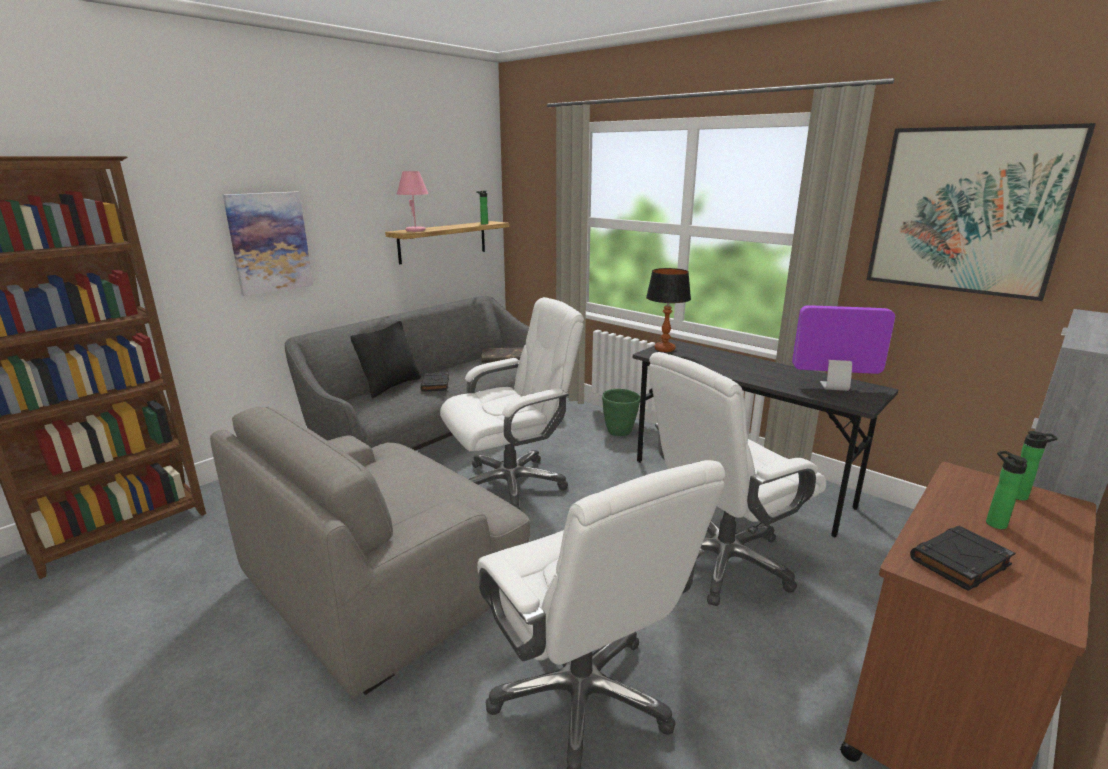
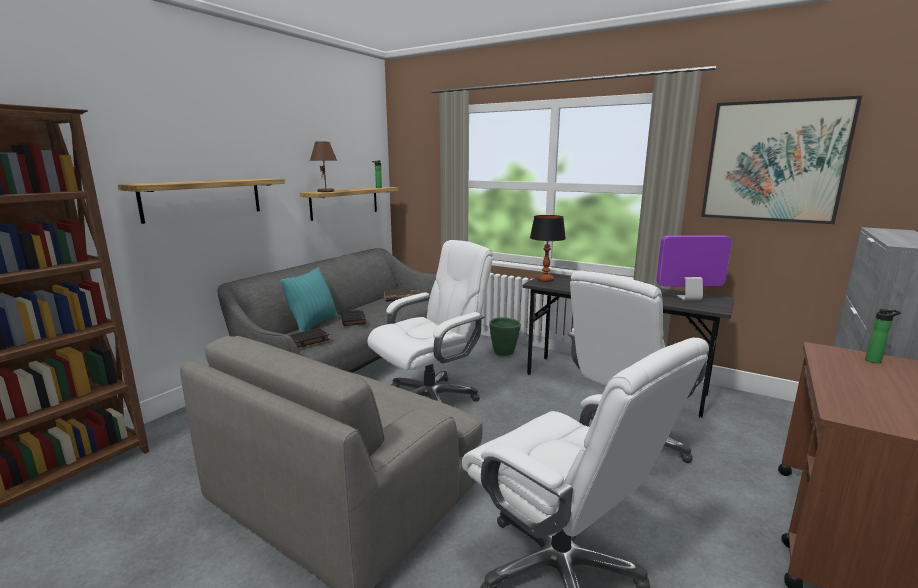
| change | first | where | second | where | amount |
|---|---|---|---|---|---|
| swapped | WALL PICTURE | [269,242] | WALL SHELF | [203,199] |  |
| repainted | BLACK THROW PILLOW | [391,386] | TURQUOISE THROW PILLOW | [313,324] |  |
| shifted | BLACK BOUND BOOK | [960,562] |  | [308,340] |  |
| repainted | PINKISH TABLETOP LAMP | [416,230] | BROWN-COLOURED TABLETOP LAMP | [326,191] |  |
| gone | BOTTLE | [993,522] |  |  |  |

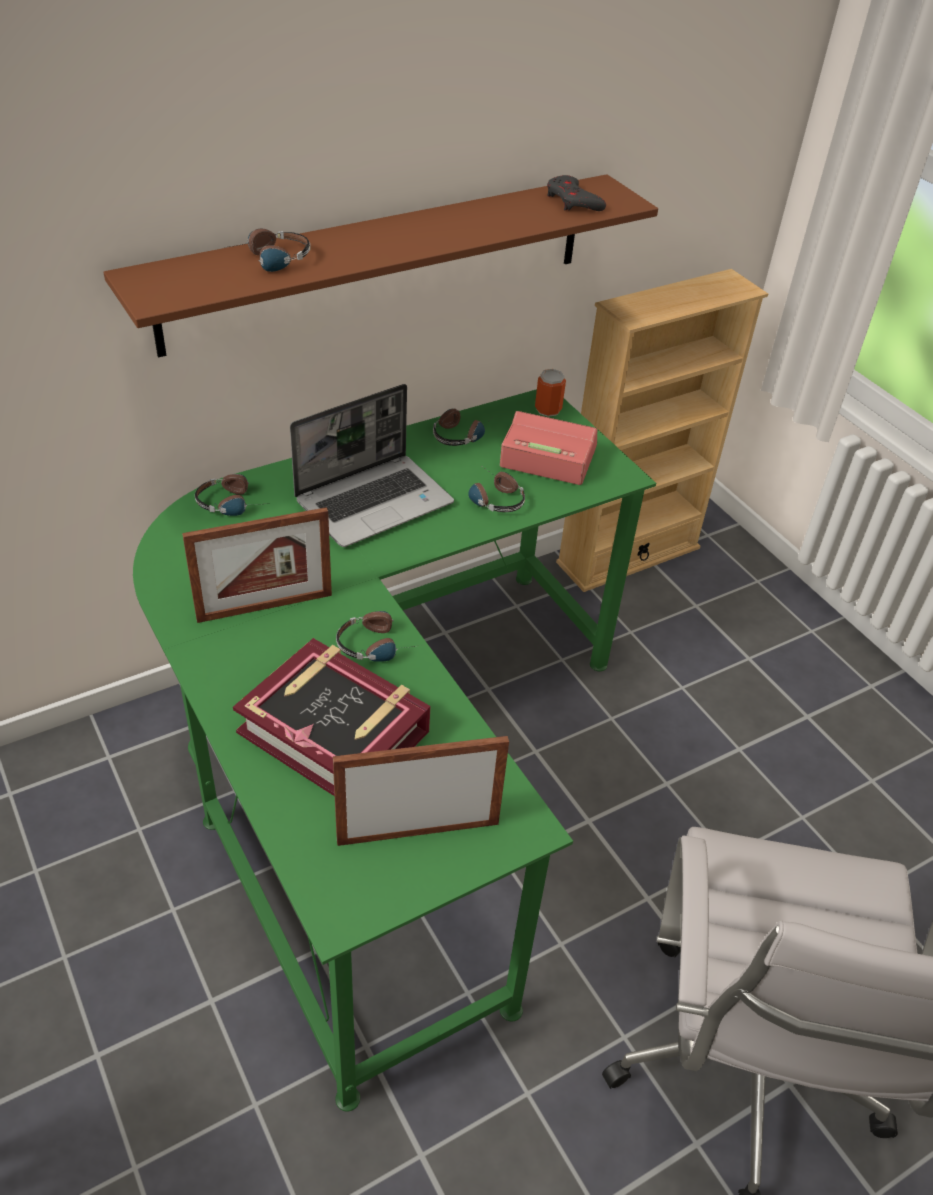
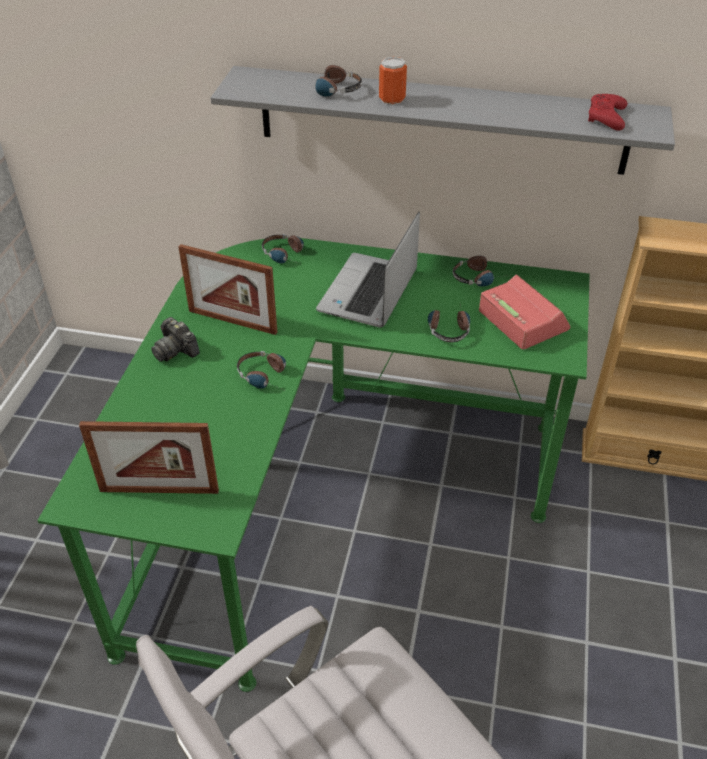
| change | first | where | second | where | amount |
|---|---|---|---|---|---|
| rotated | PICTURE FRAME | [418,832] |  | [159,490] | 150 degrees clockwise |
| new |  |  | PHOTO CAMERA | [175,350] |  |
| repainted | BROWN-COLOURED WALL SHELF | [380,262] | GREYISH WALL SHELF | [441,120] |  |
| rotated | LAPTOP | [375,501] |  | [369,293] | 105 degrees clockwise |
| shifted | SEALED CAN | [548,410] |  | [392,99] |  |
| repainted | GREYISH GAME CONTROLLER | [573,201] | REDDISH GAME CONTROLLER | [606,117] |  |
| gone | BOUND BOOK | [335,731] |  |  |  |

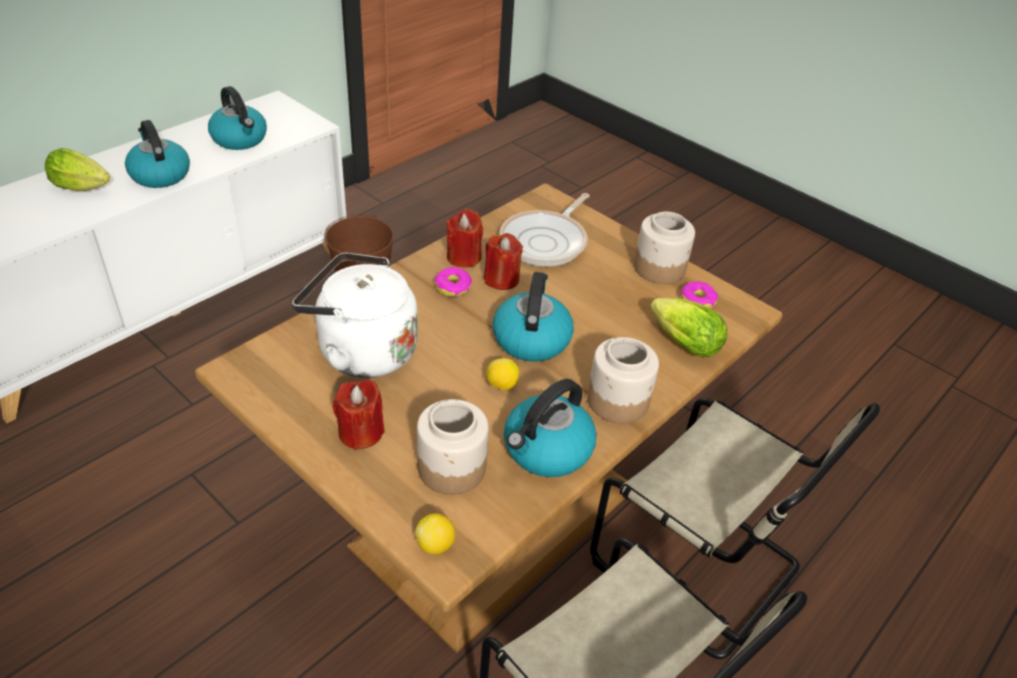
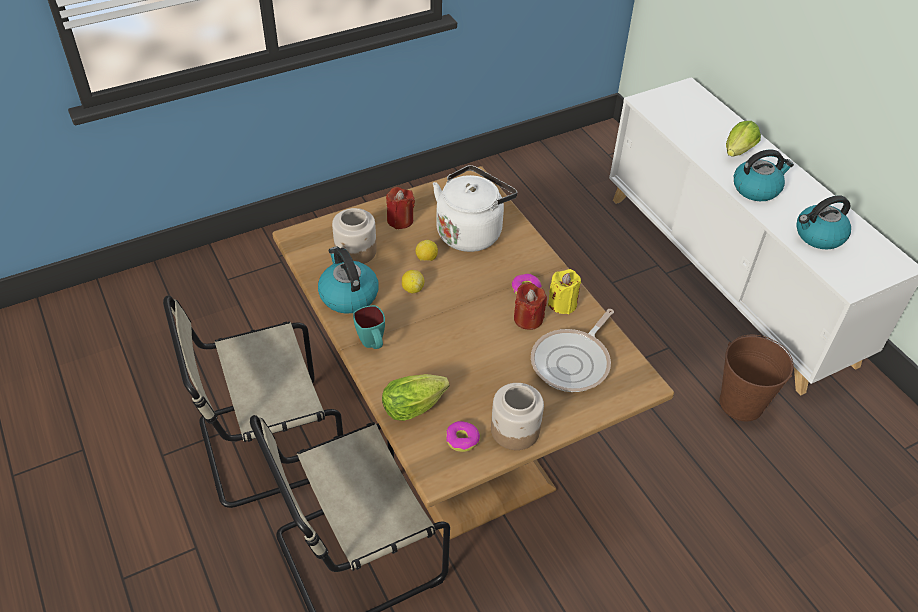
| change | first | where | second | where | amount |
|---|---|---|---|---|---|
| swapped | PRESERVE JAR | [618,401] | TURQUOISE TEA MUG | [372,345] |  |
| shifted | CITRUS FRUIT | [435,545] |  | [426,259] |  |
| rotated | SKILLET | [546,241] |  | [573,362] | 105 degrees counterclockwise |
| repainted | REDDISH CANDLE | [464,257] | YELLOW CANDLE | [562,304] |  |
| gone | WATER KETTLE | [531,338] |  |  |  |

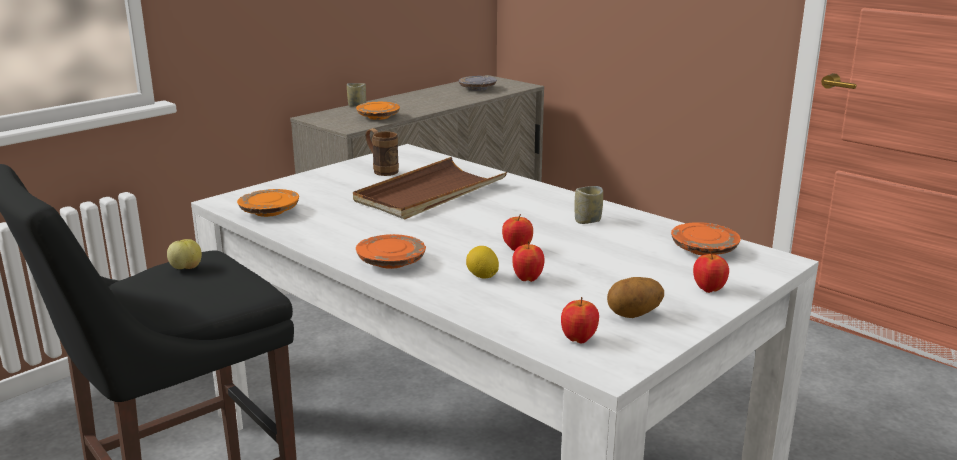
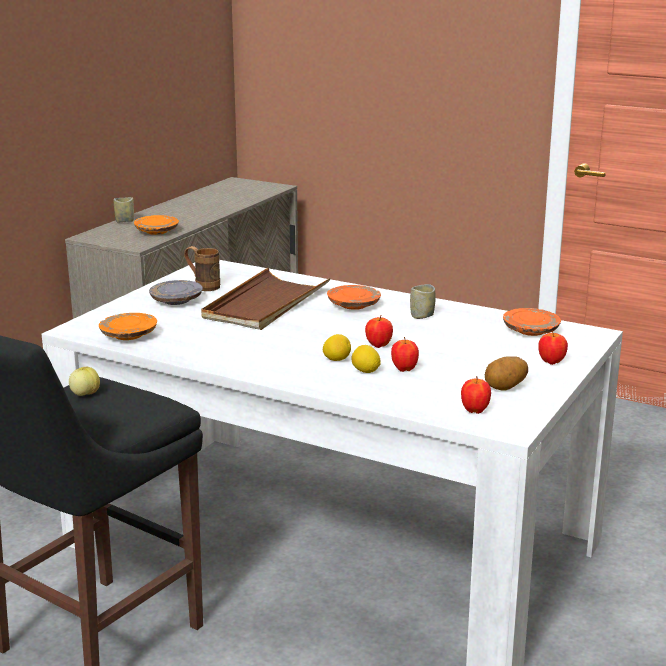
| change | first | where | second | where | amount |
|---|---|---|---|---|---|
| shifted | GREYISH FLAT DISH | [477,89] |  | [176,301] |  |
| new |  |  | CITRUS FRUIT | [337,360] |  |
| shifted | ORANGEY FLAT DISH | [391,262] |  | [353,305] |  |

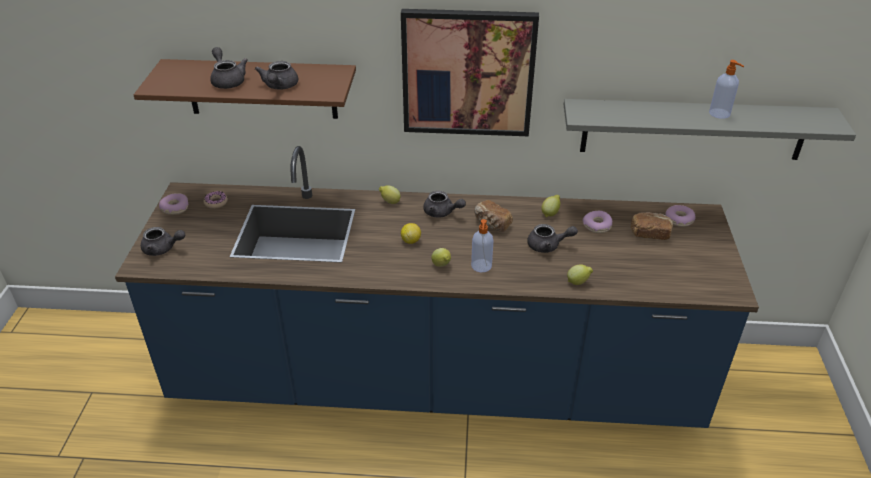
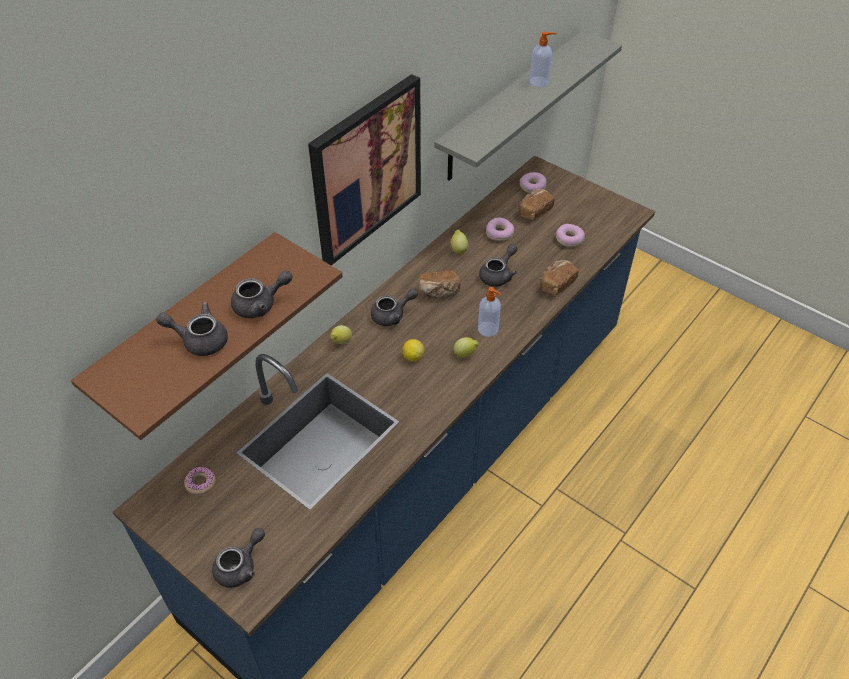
| change | first | where | second | where | amount |
|---|---|---|---|---|---|
| rotated | GREYISH POT FOR TEA | [279,86] |  | [261,304] | 60 degrees counterclockwise |
| swapped | CITRUS FRUIT | [578,282] | BAKERY BREAD | [556,284] |  |
| shifted | RING DOUGHNUT | [175,208] |  | [569,239] |  |

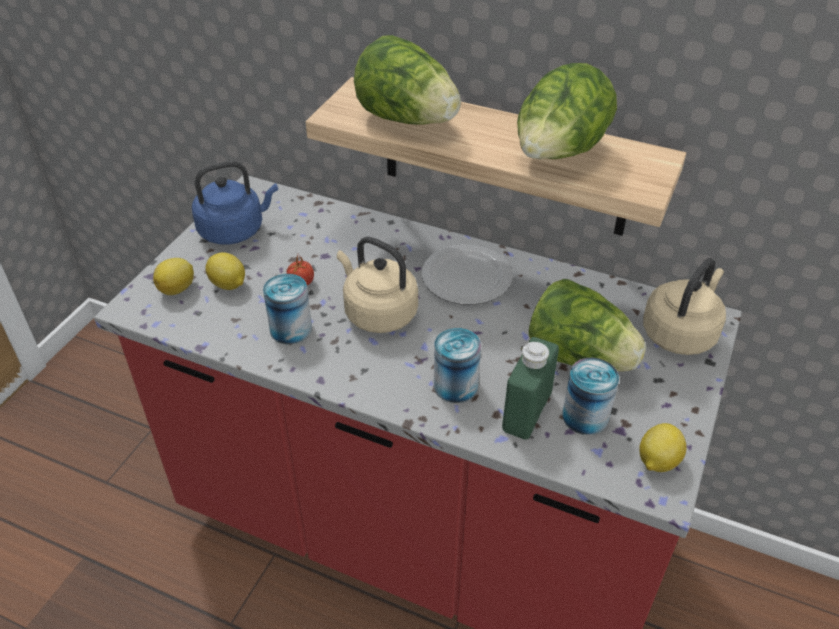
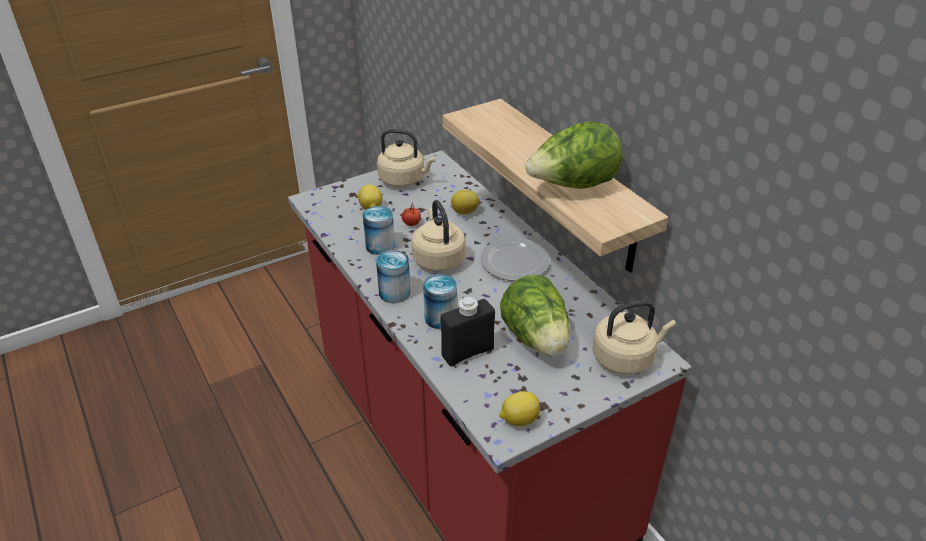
| change | first | where | second | where | amount |
|---|---|---|---|---|---|
| shifted | SEALED CAN | [585,416] |  | [394,293] |  |
| repainted | BLUISH WATER KETTLE | [235,230] | BEIGE-COLOURED WATER KETTLE | [404,180] |  |
| repainted | GREEN BOTTLE | [526,412] | BLACK BOTTLE | [467,352] |  |
| shifted | CITRUS FRUIT | [178,288] |  | [465,212] |  |
| gone | LETTUCE | [407,119] |  |  |  |

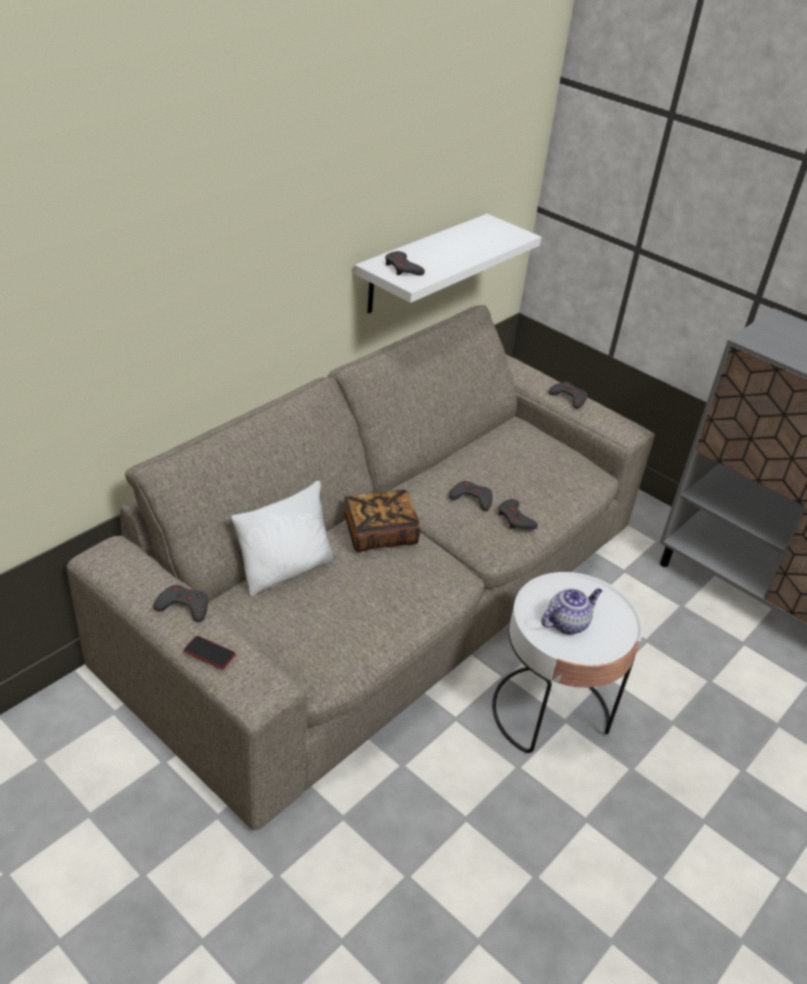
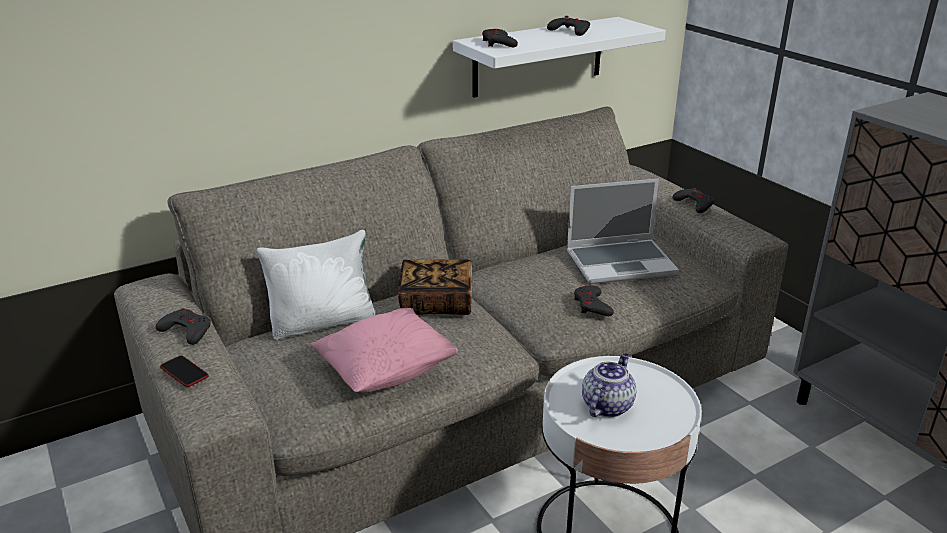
| change | first | where | second | where | amount |
|---|---|---|---|---|---|
| new |  |  | PINKISH THROW PILLOW | [387,372] |  |
| shifted | GREYISH GAME CONTROLLER | [471,498] |  | [570,31] |  |
| new |  |  | LAPTOP | [621,262] |  |
| rotated | POT FOR TEA | [567,623] |  | [607,405] | 45 degrees counterclockwise |

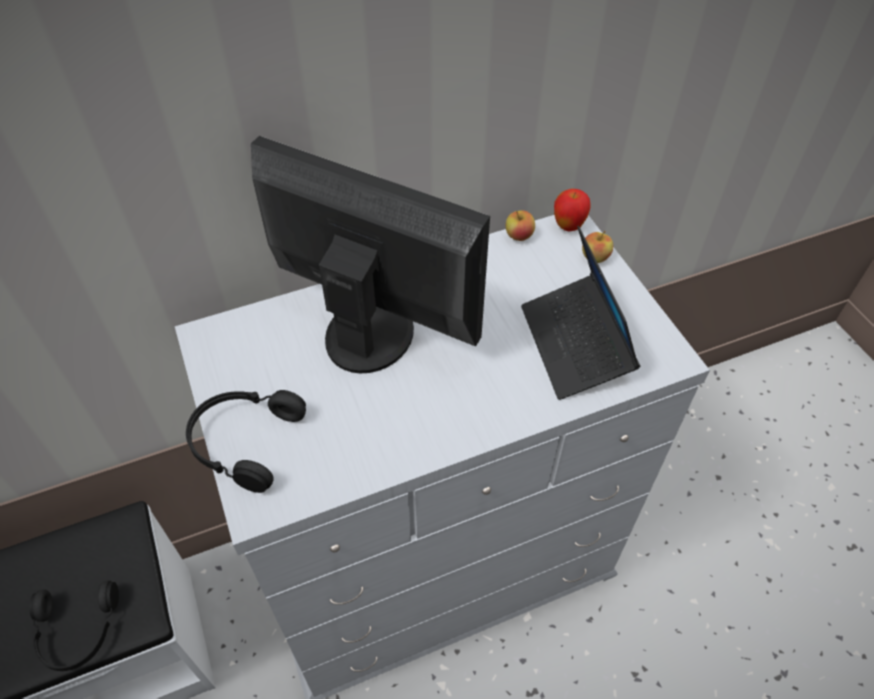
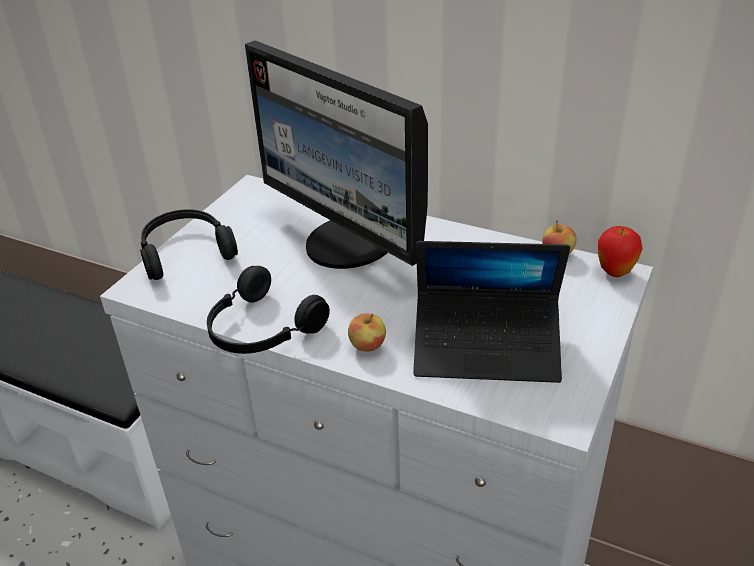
| change | first | where | second | where | amount |
|---|---|---|---|---|---|
| shifted | BLACK HEADPHONES | [77,631] |  | [261,330] |  |
| rotated | MONITOR | [370,331] |  | [349,244] | 150 degrees clockwise |
| shifted | APPLE FRUIT | [595,257] |  | [367,346] |  |
| rotated | LAPTOP | [575,344] |  | [486,348] | 120 degrees counterclockwise |

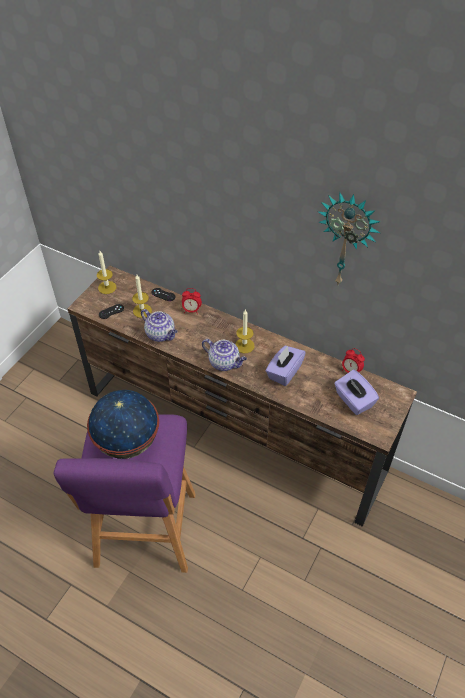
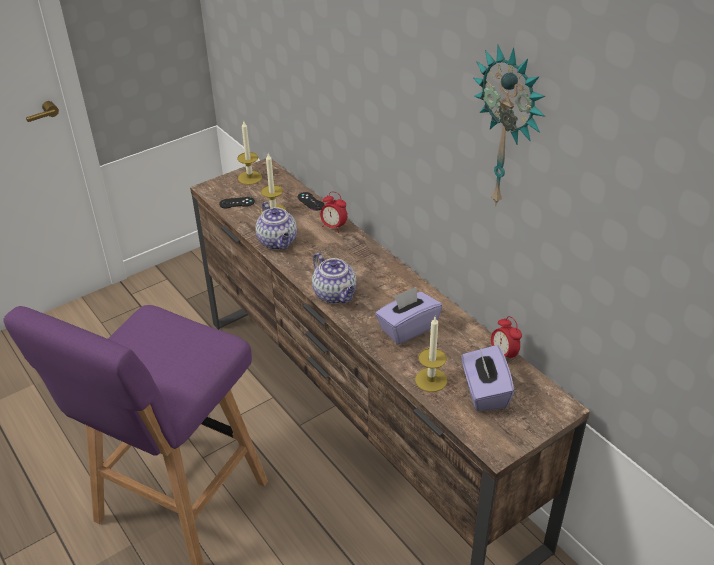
| change | first | where | second | where | amount |
|---|---|---|---|---|---|
| shifted | CANDLE | [244,345] |  | [431,380] |  |
| gone | GLOBE | [127,442] |  |  |  |

